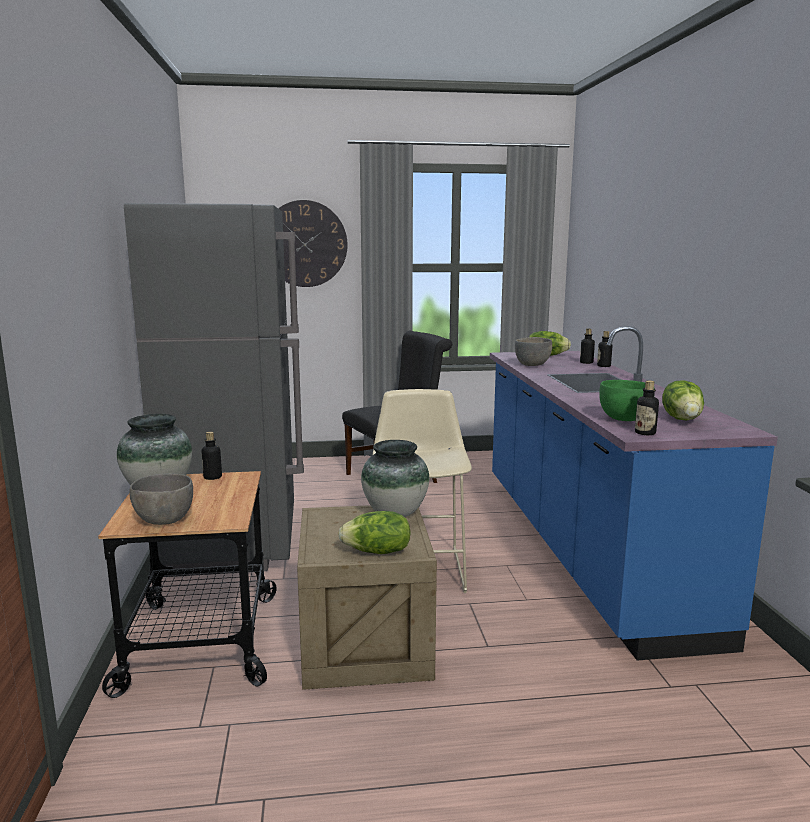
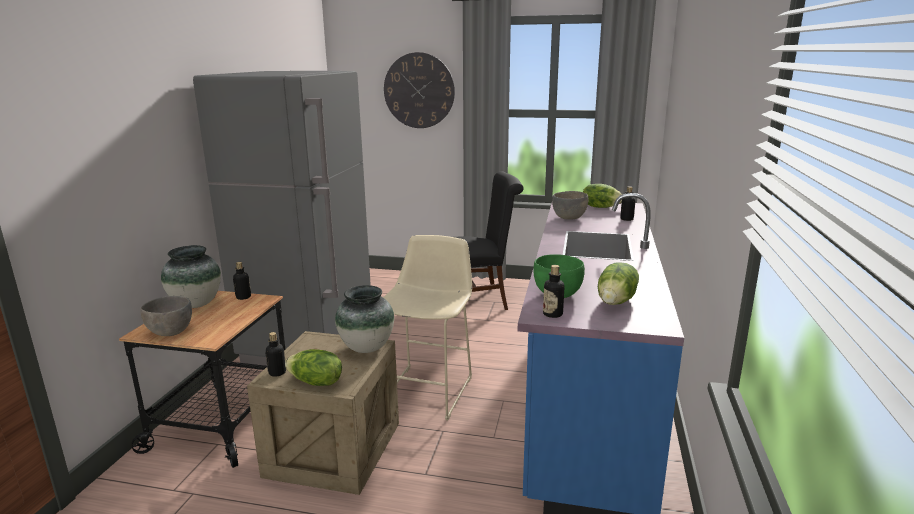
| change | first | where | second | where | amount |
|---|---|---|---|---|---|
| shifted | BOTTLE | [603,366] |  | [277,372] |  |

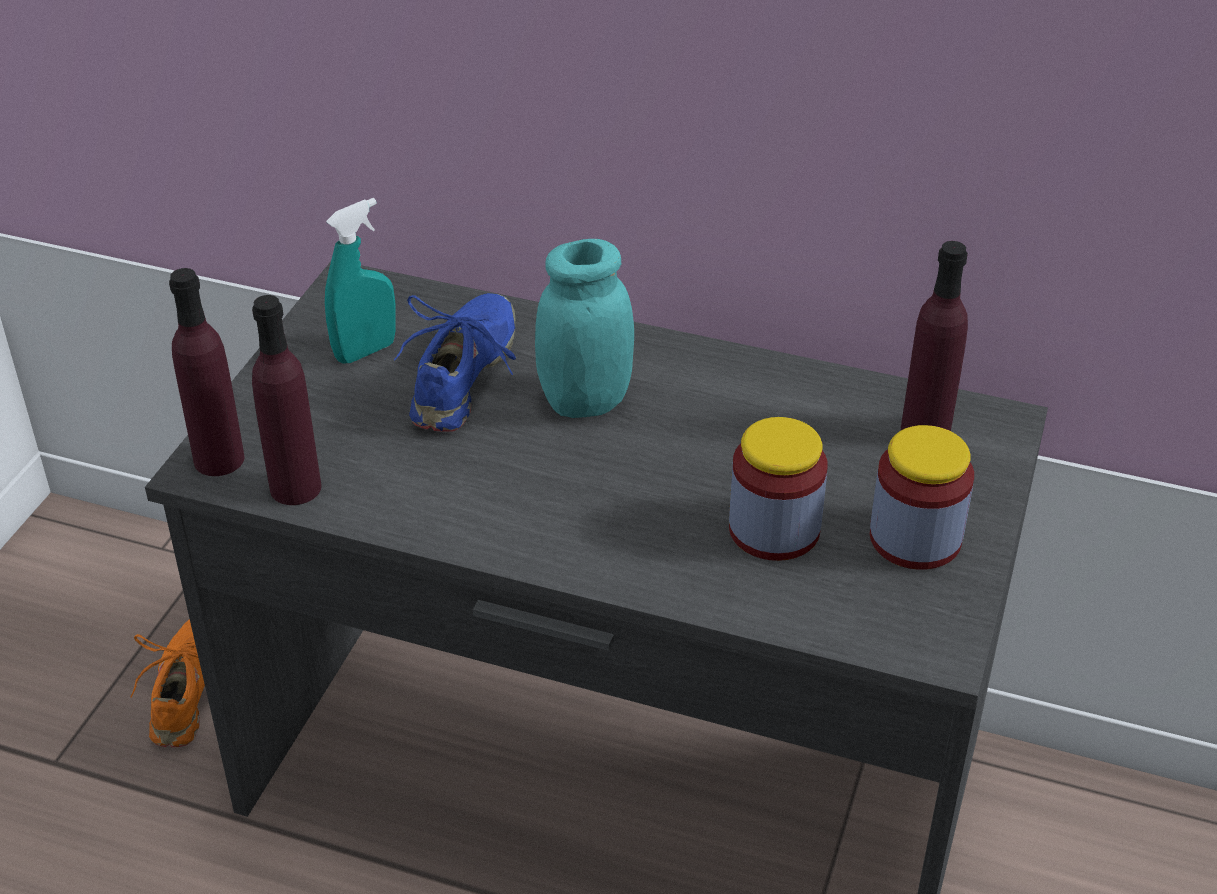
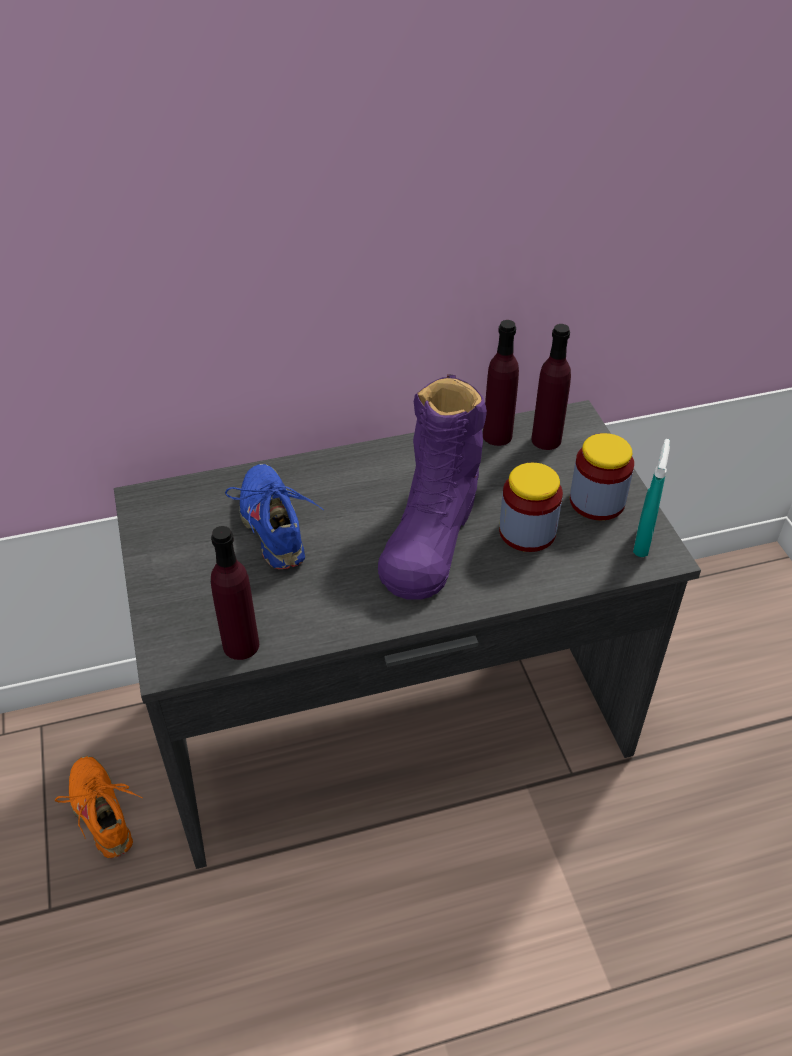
| change | first | where | second | where | amount |
|---|---|---|---|---|---|
| new |  |  | PURPLISH BOOT | [431,533] |  |
| shifted | PURPLISH BOTTLE | [219,459] |  | [497,435] |  |
| shifted | TURQUOISE SPRAY BOTTLE | [365,351] |  | [642,542] |  |
| gone | TURQUOISE PRESERVE JAR | [585,401] |  |  |  |

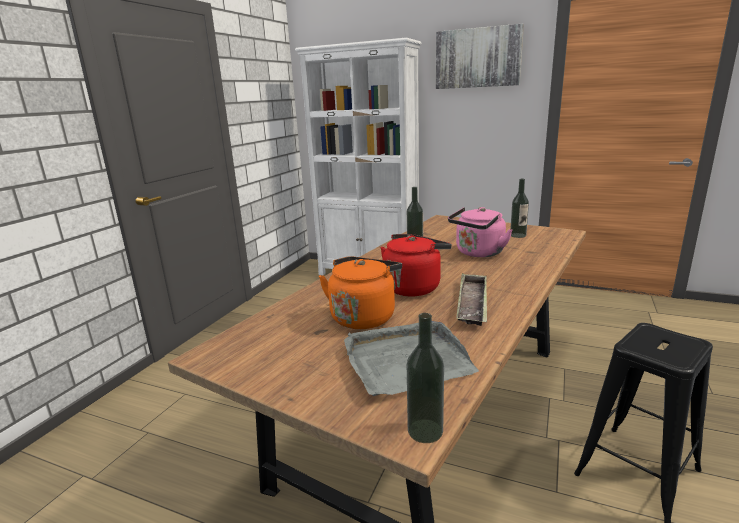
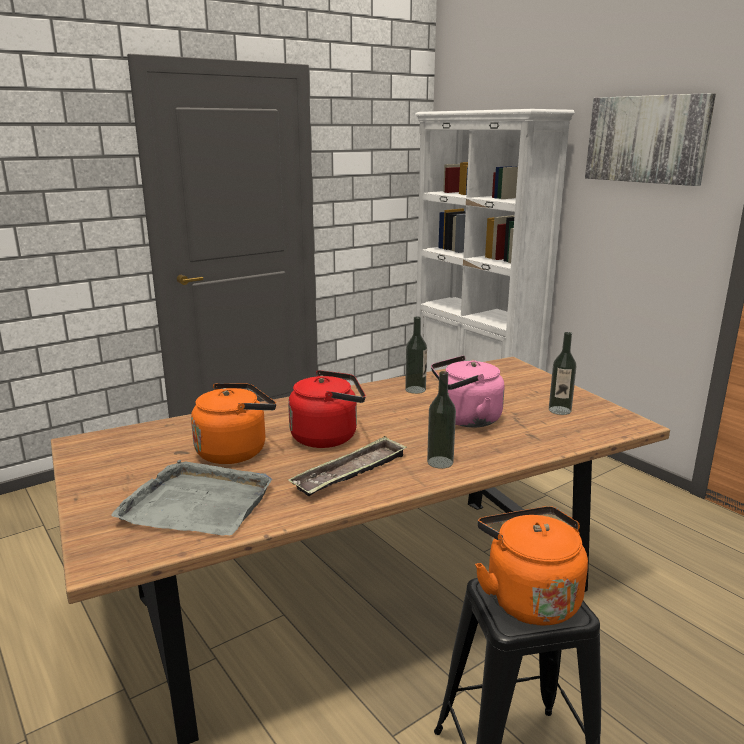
| change | first | where | second | where | amount |
|---|---|---|---|---|---|
| shifted | BOTTLE | [425,431] |  | [440,462] |  |
| new |  |  | ORANGEY WATER KETTLE | [528,597] |  |

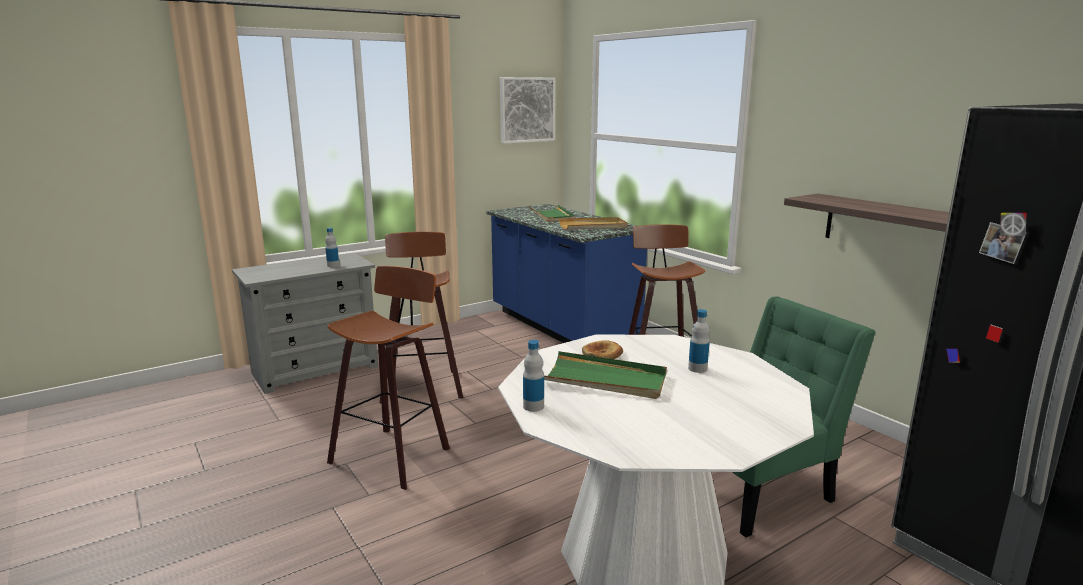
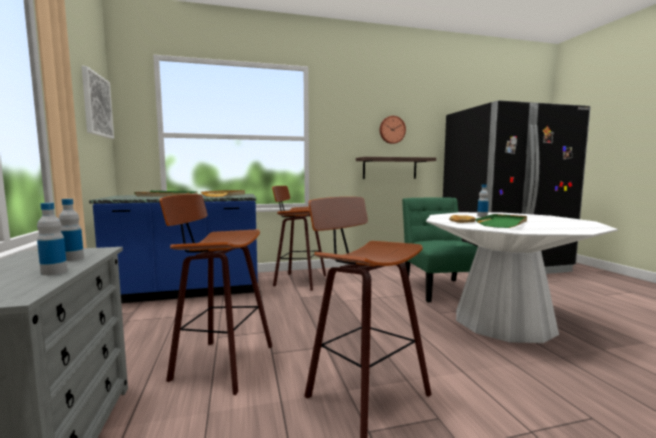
| change | first | where | second | where | amount |
|---|---|---|---|---|---|
| shifted | BOTTLE | [533,406] |  | [54,272] |  |
| new |  |  | CLOCK ON THE WALL | [392,130] |  |

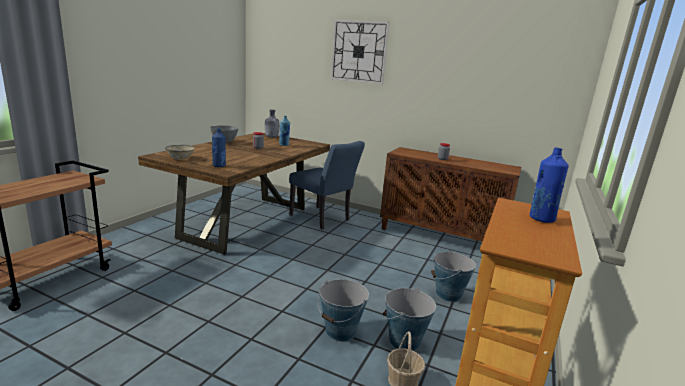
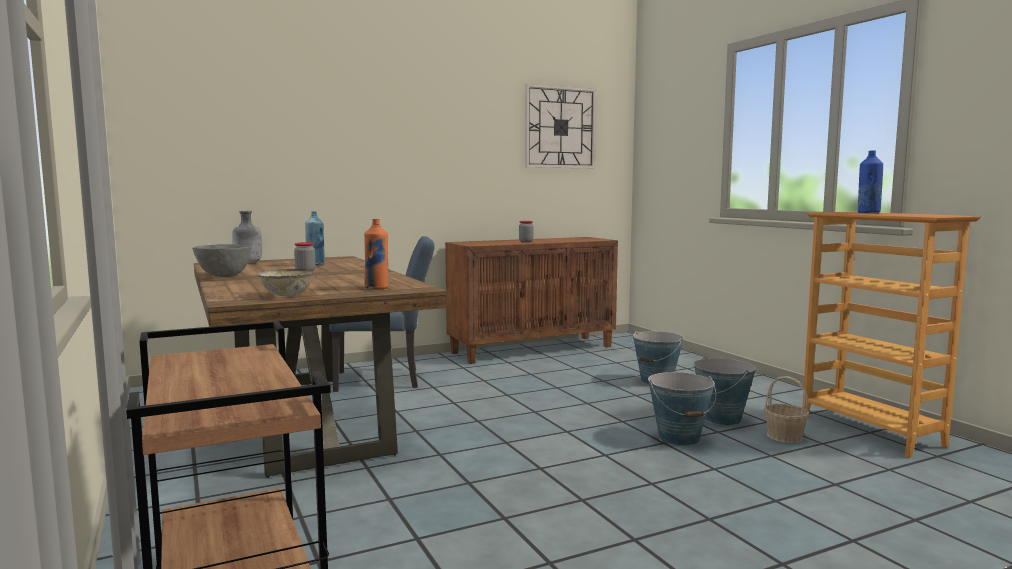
| change | first | where | second | where | amount |
|---|---|---|---|---|---|
| repainted | BLUISH BOTTLE | [219,166] | ORANGEY BOTTLE | [377,288] |  |
| shifted | CLOCK ON THE WALL | [359,51] |  | [560,127] |  |

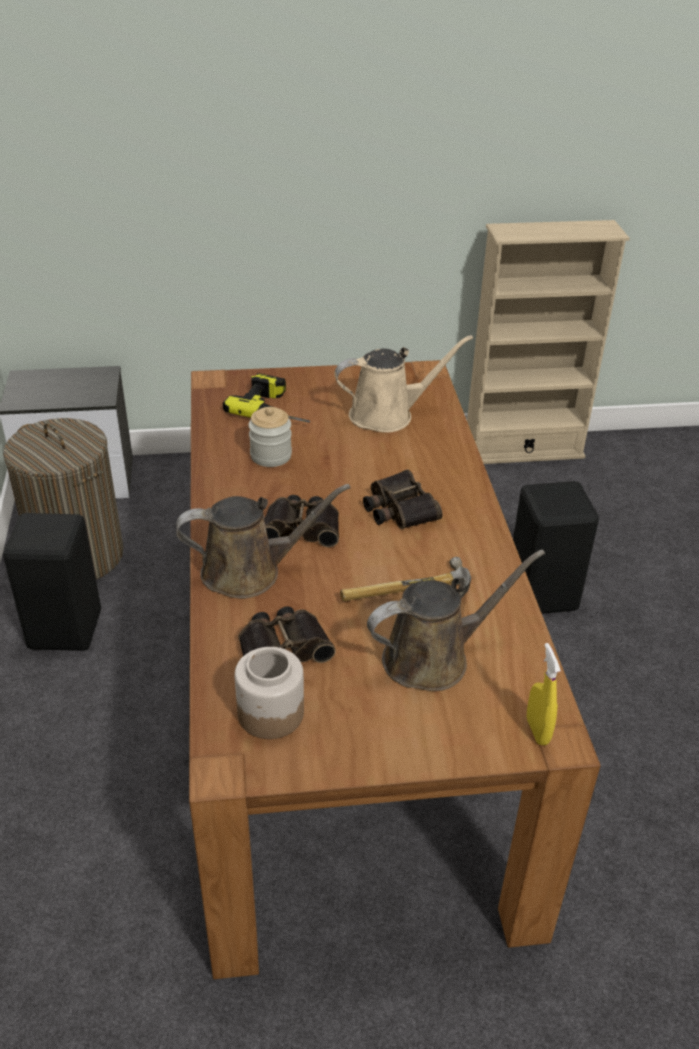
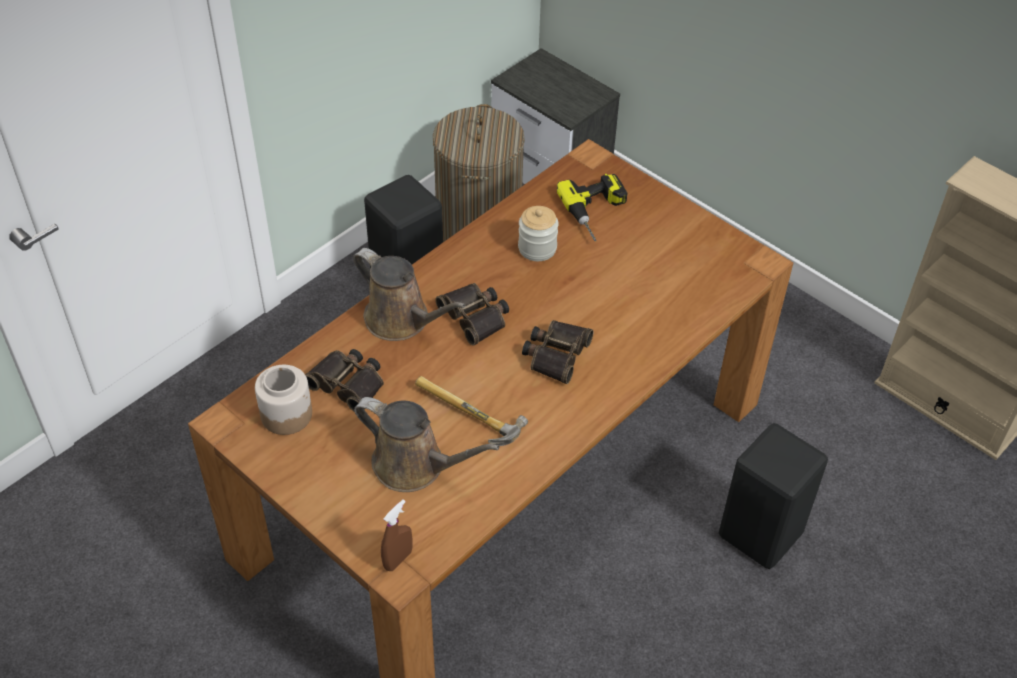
| change | first | where | second | where | amount |
|---|---|---|---|---|---|
| repainted | YELLOW SPRAY BOTTLE | [537,730] | BROWN-COLOURED SPRAY BOTTLE | [398,559] |  |
| gone | BEIGE-COLOURED WATERING CAN | [387,415] |  |  |  |

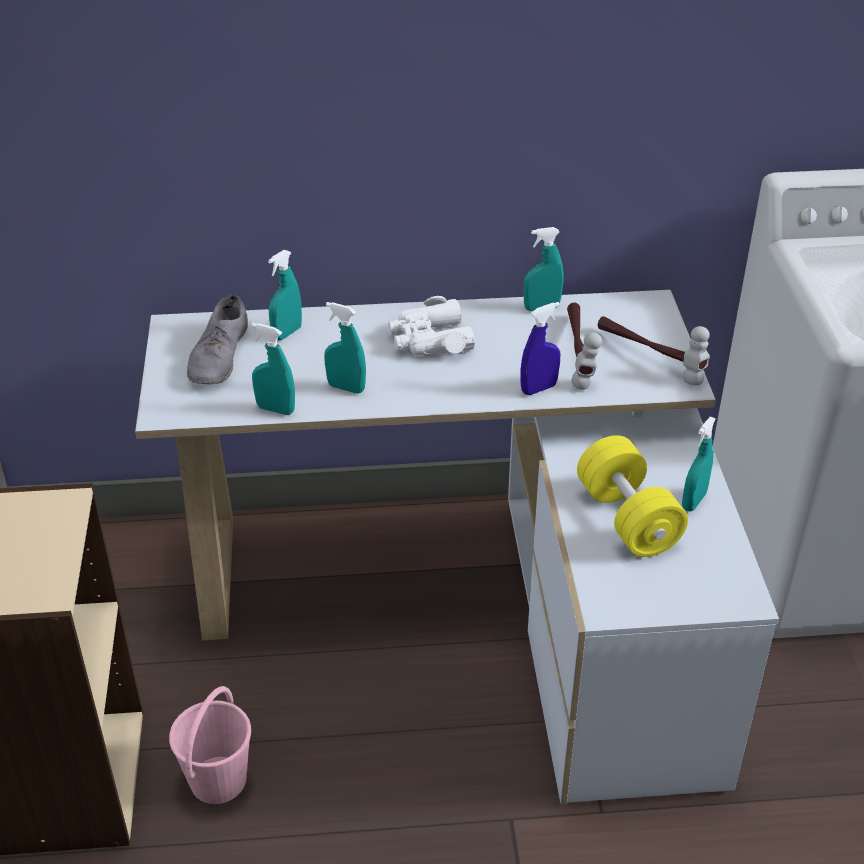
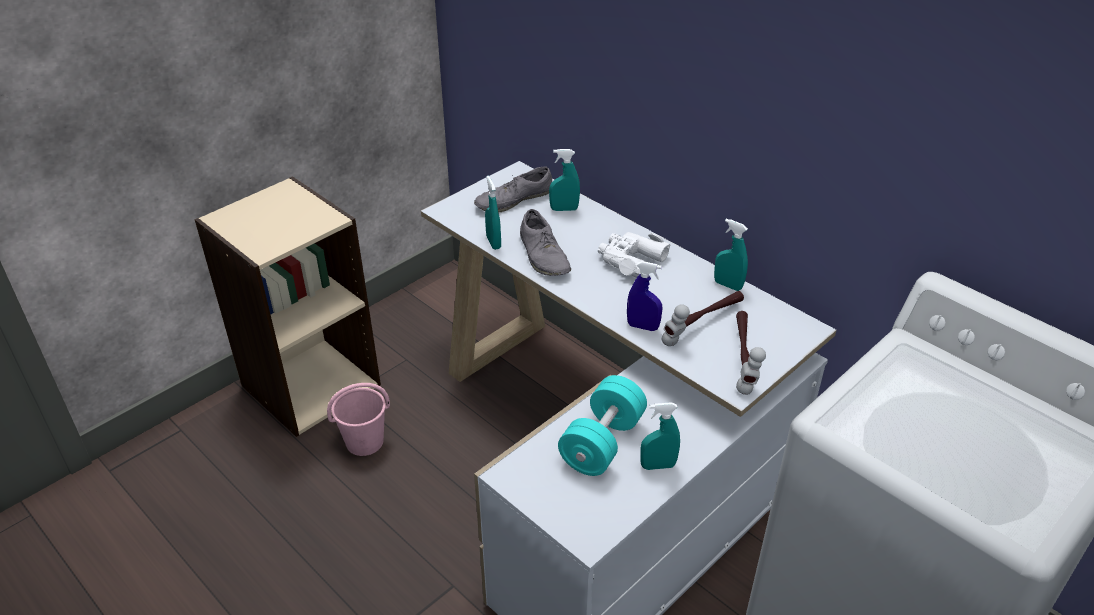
| change | first | where | second | where | amount |
|---|---|---|---|---|---|
| swapped | TURQUOISE SPRAY BOTTLE | [346,388] | GREYISH SHOE | [544,255] |  |
| repainted | YELLOW HAND WEIGHT | [627,519] | TURQUOISE HAND WEIGHT | [602,442] |  |

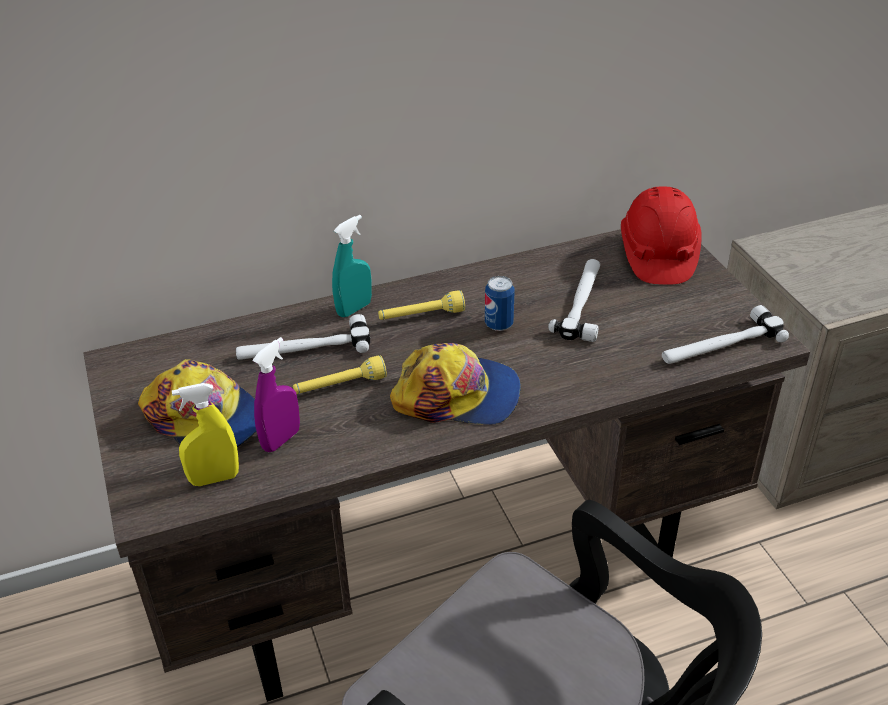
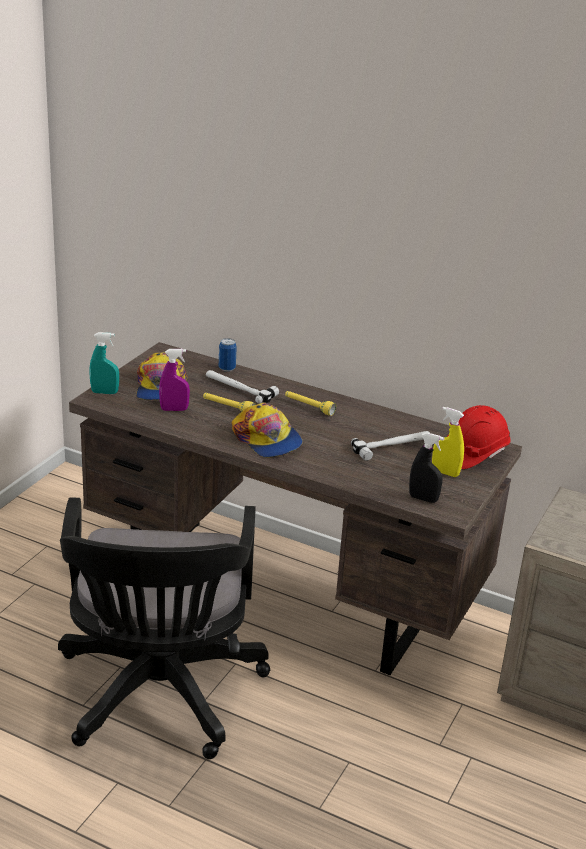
| change | first | where | second | where | amount |
|---|---|---|---|---|---|
| shifted | TURQUOISE SPRAY BOTTLE | [354,309] |  | [104,392] |  |
| shifted | SEALED CAN | [499,324] |  | [227,368] |  |
| swapped | TOOL HAMMER | [720,345] | BLACK SPRAY BOTTLE | [423,499] |  |
| shifted | YELLOW SPRAY BOTTLE | [214,478] |  | [445,473] |  |

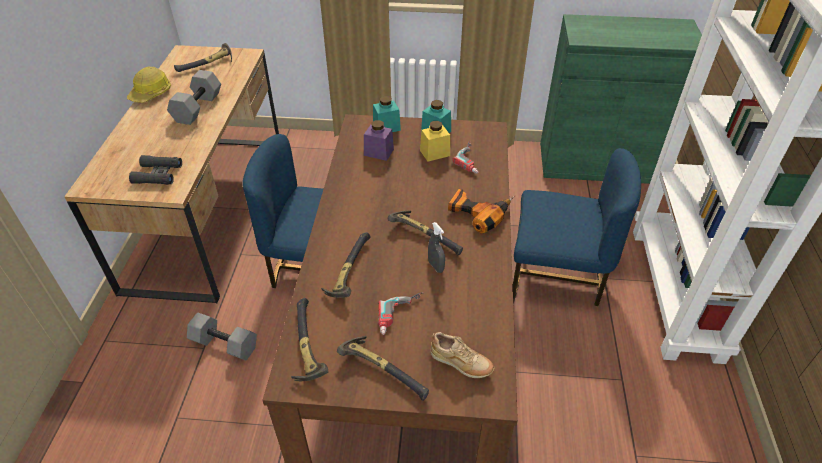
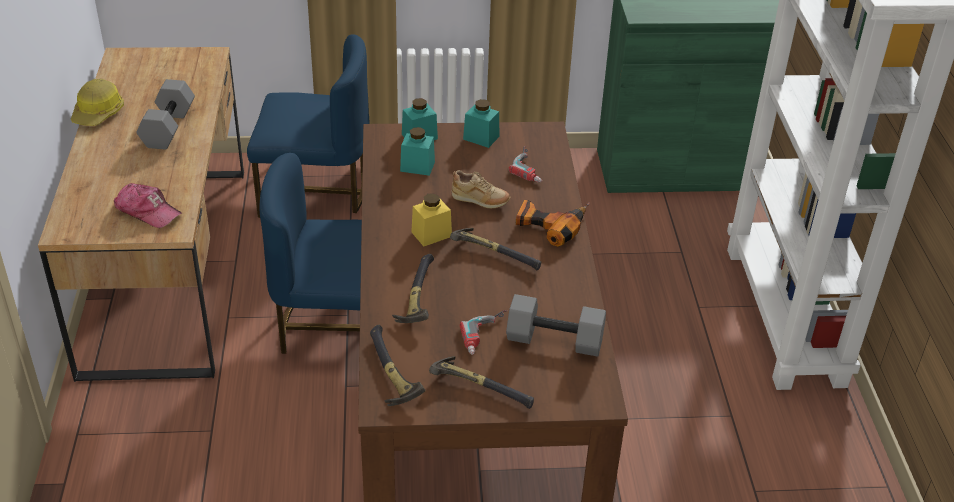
| change | first | where | second | where | amount |
|---|---|---|---|---|---|
| swapped | BLACK PAIR OF BINOCULARS | [158,174] | BASEBALL CAP | [147,211] |  |
| shifted | BLUISH CHAIR | [556,278] |  | [314,191] |  |
| repainted | PURPLISH PRESERVE JAR | [378,152] | TURQUOISE PRESERVE JAR | [417,166] |  |
| shifted | YELLOW PRESERVE JAR | [435,153] |  | [431,234] |  |
| shifted | BEIGE-COLOURED SHOE | [461,364] |  | [480,201] |  |
| shifted | GREYISH HAND WEIGHT | [223,345] |  | [553,341] |  |
| gone | TOOL HAMMER | [208,65] |  |  |  |
| gone | GREYISH SPRAY BOTTLE | [436,266] |  |  |  |

